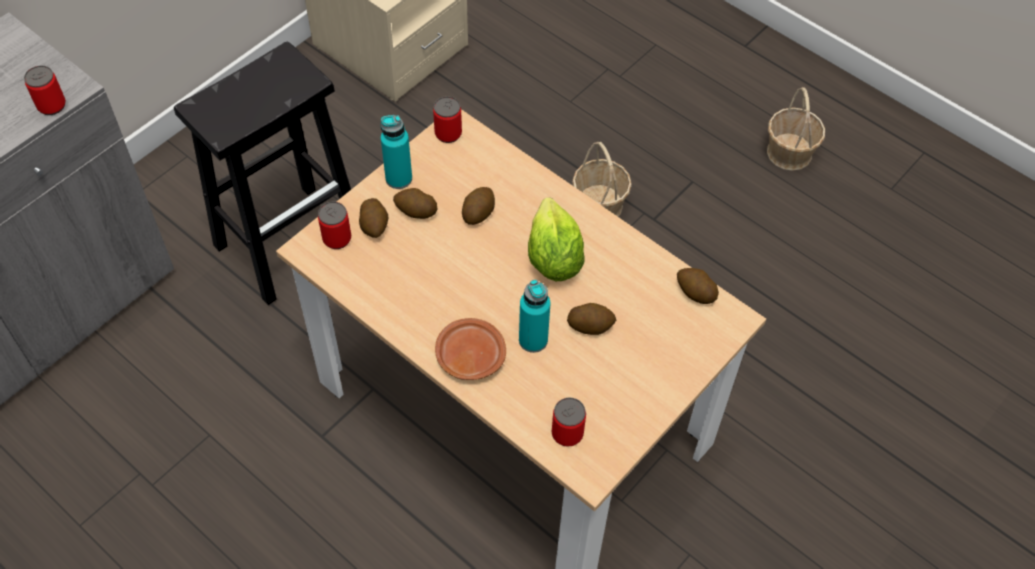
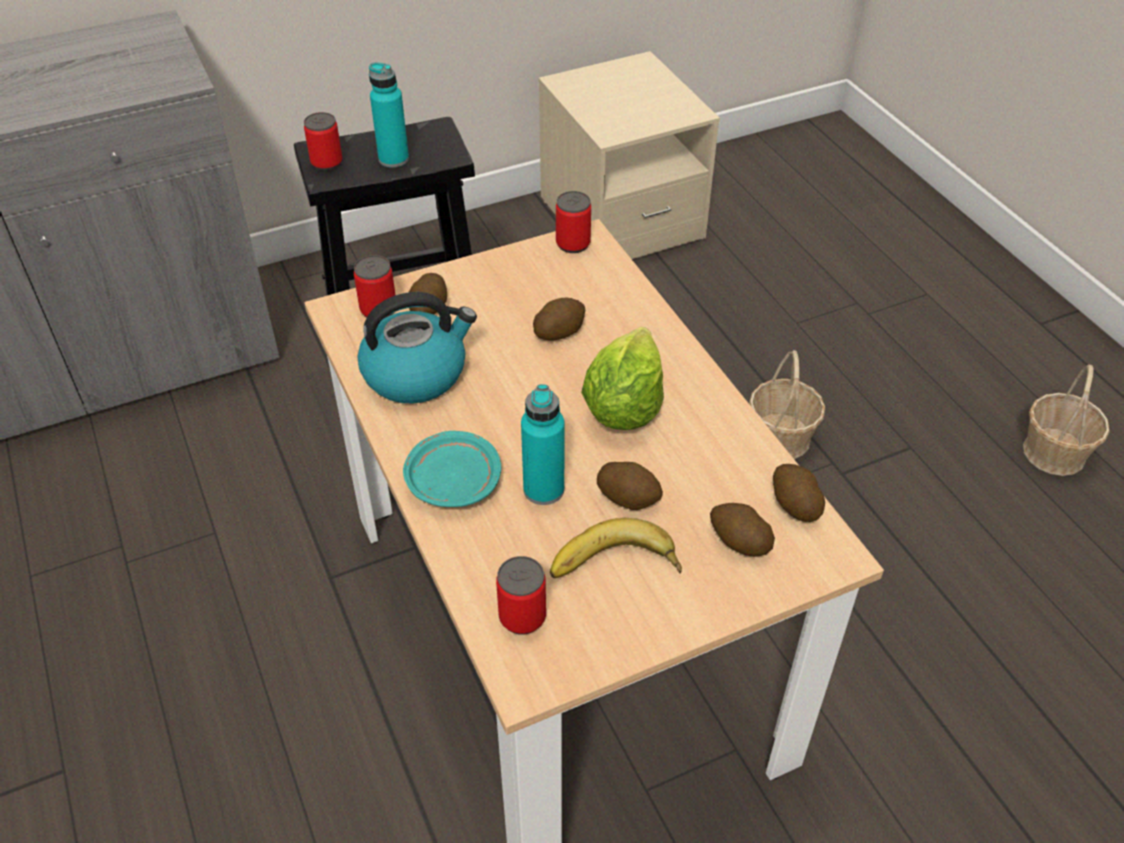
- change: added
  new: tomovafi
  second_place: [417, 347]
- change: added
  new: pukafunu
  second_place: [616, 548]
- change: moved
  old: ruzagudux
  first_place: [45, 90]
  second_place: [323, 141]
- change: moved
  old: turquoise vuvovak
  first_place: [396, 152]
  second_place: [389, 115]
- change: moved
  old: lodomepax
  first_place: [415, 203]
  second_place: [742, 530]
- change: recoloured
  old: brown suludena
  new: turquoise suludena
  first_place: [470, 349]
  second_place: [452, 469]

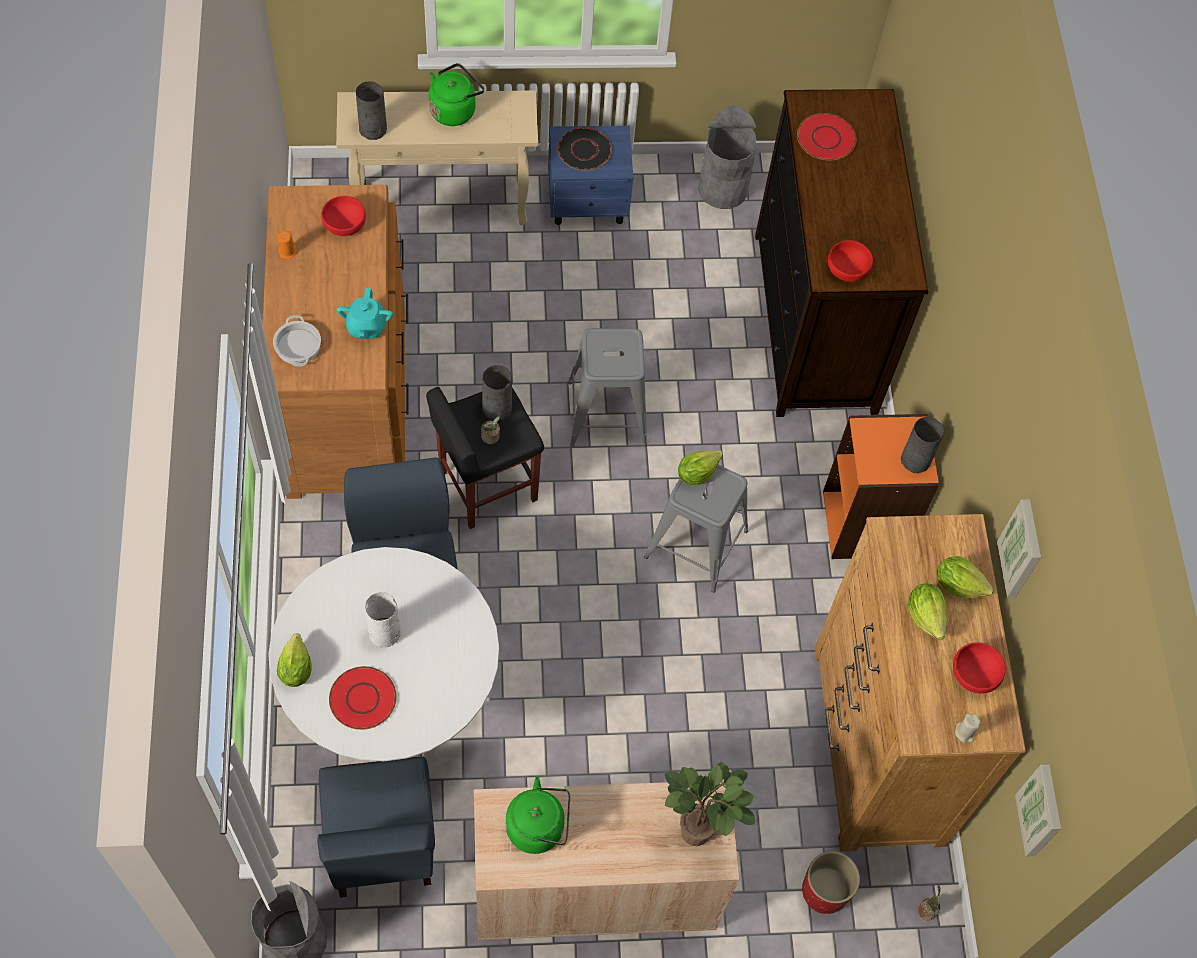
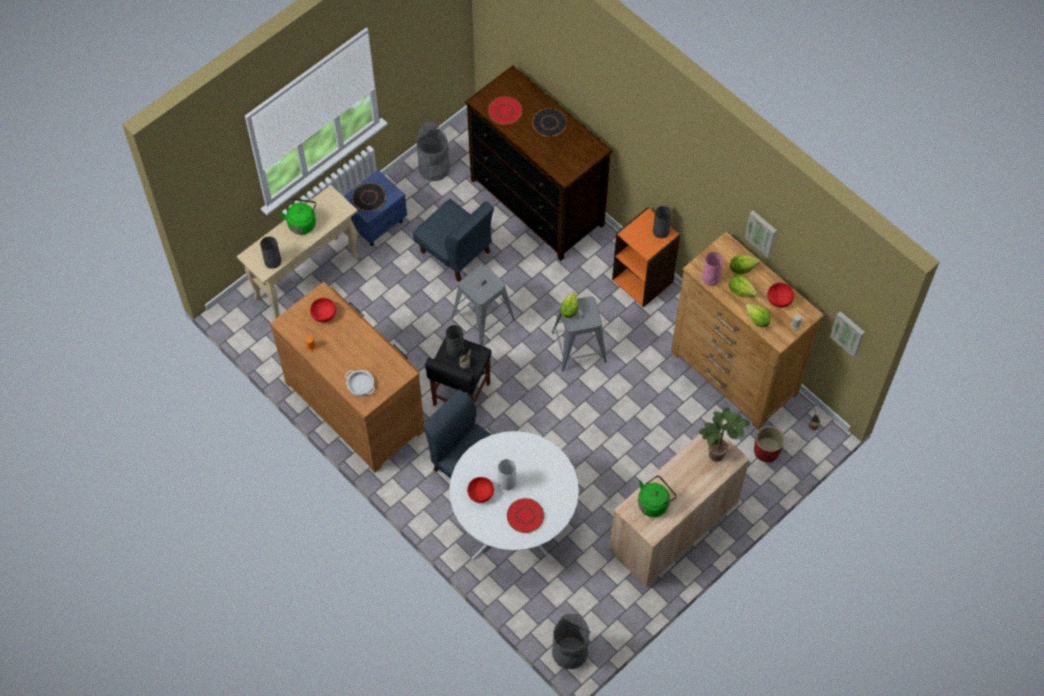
- change: removed
  old: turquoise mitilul
  first_place: [365, 313]
- change: added
  new: black suludena
  second_place: [549, 122]
- change: added
  new: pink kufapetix
  second_place: [712, 269]
- change: moved
  old: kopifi
  first_place: [294, 660]
  second_place: [758, 315]
- change: moved
  old: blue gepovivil
  first_place: [376, 827]
  second_place: [453, 240]
- change: moved
  old: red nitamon
  first_place: [850, 261]
  second_place: [480, 490]

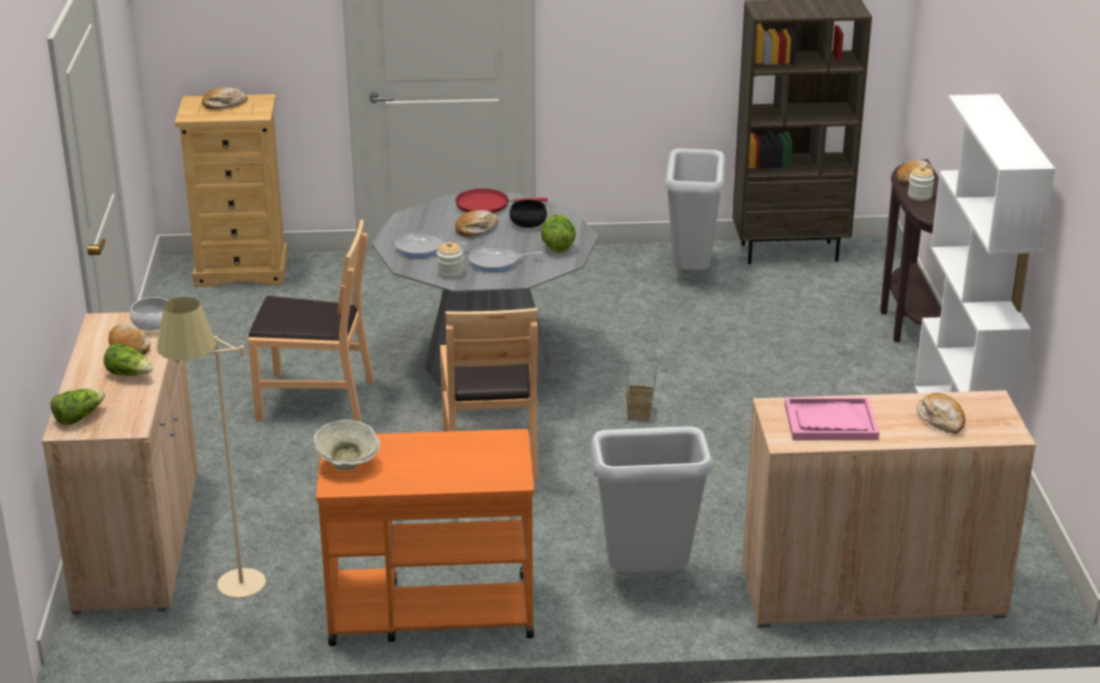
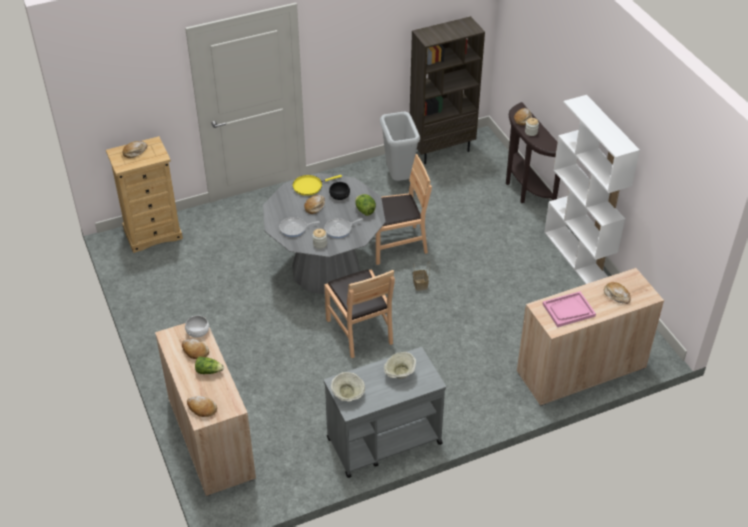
- change: removed
  old: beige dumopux
  first_place: [211, 447]
- change: removed
  old: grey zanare
  first_place: [651, 499]
- change: added
  new: beige nitamon
  second_place: [400, 365]
- change: moved
  old: brown gepovivil
  first_place: [311, 321]
  second_place: [404, 209]
- change: replaced
  old: kopifi
  new: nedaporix
  first_place: [77, 407]
  second_place: [202, 406]
- change: recoloured
  old: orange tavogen
  new: grey tavogen
  first_place: [425, 537]
  second_place: [385, 412]
- change: recoloured
  old: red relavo
  new: yellow relavo
  first_place: [501, 201]
  second_place: [317, 185]

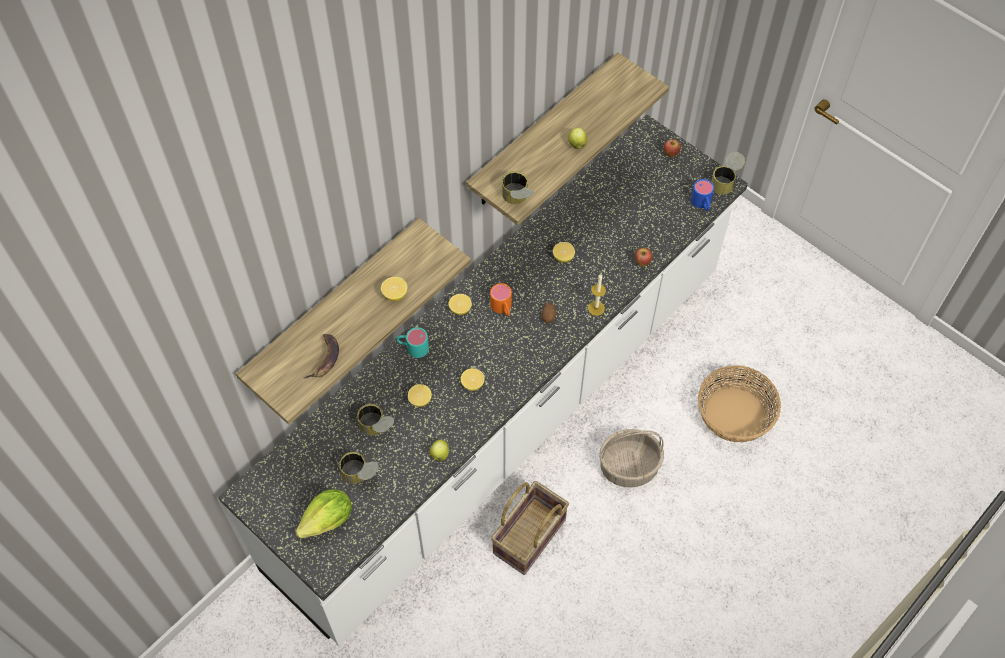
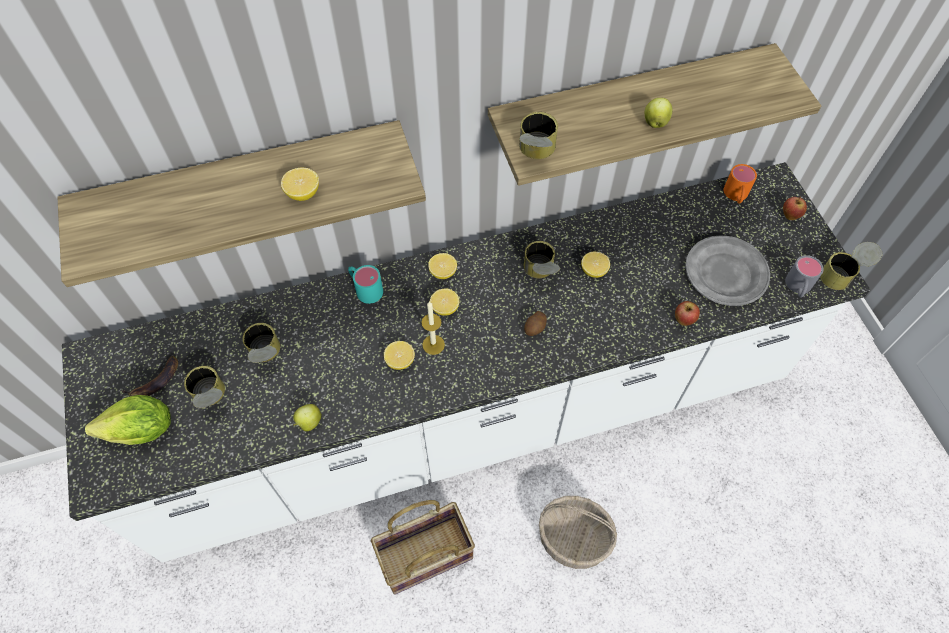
- change: removed
  old: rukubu
  first_place: [739, 403]
- change: added
  new: ruzagudux
  second_place: [542, 259]
- change: added
  new: grey suludena
  second_place: [727, 271]
- change: moved
  old: pukafunu
  first_place: [321, 356]
  second_place: [149, 375]
- change: moved
  old: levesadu
  first_place: [420, 395]
  second_place: [444, 302]
- change: moved
  old: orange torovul
  first_place: [501, 299]
  second_place: [740, 184]
- change: moved
  old: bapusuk
  first_place: [597, 295]
  second_place: [433, 328]
- change: recoloured
  old: blue torovul
  new: grey torovul
  first_place: [702, 195]
  second_place: [804, 276]

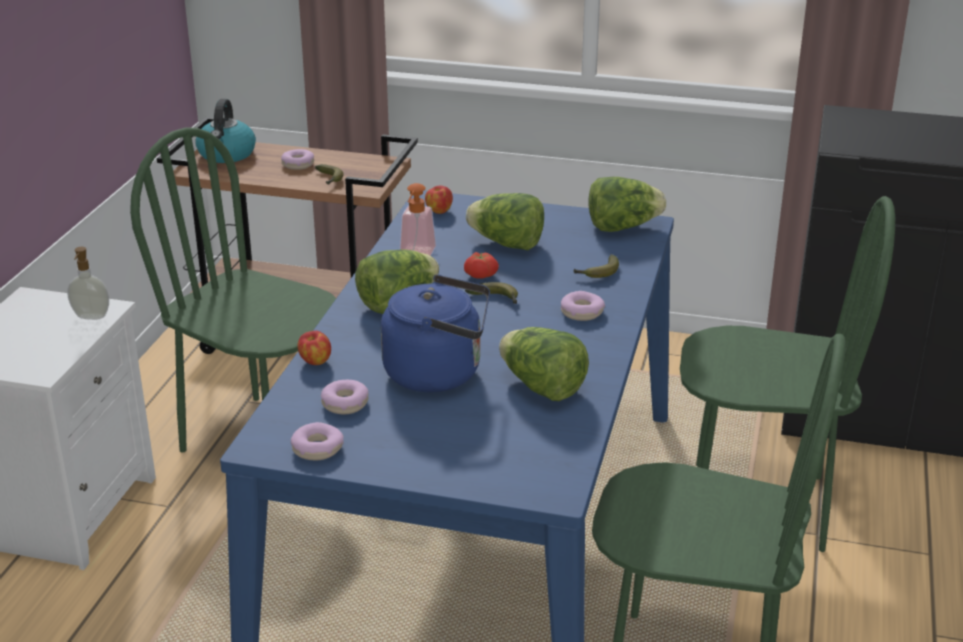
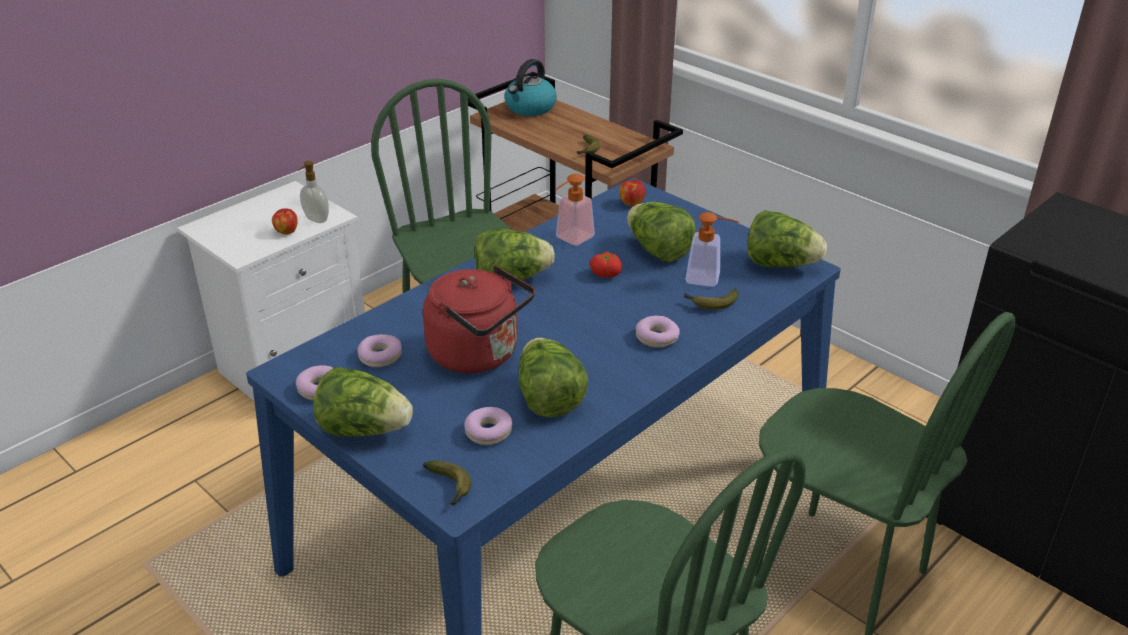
- change: added
  new: kopifi
  second_place: [363, 402]
- change: added
  new: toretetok
  second_place: [713, 249]
- change: moved
  old: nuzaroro
  first_place: [297, 159]
  second_place: [488, 426]
- change: moved
  old: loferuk
  first_place: [314, 348]
  second_place: [285, 221]
- change: moved
  old: pukafunu
  first_place: [491, 293]
  second_place: [447, 483]
- change: recoloured
  old: blue tomovafi
  new: red tomovafi
  first_place: [435, 334]
  second_place: [479, 319]

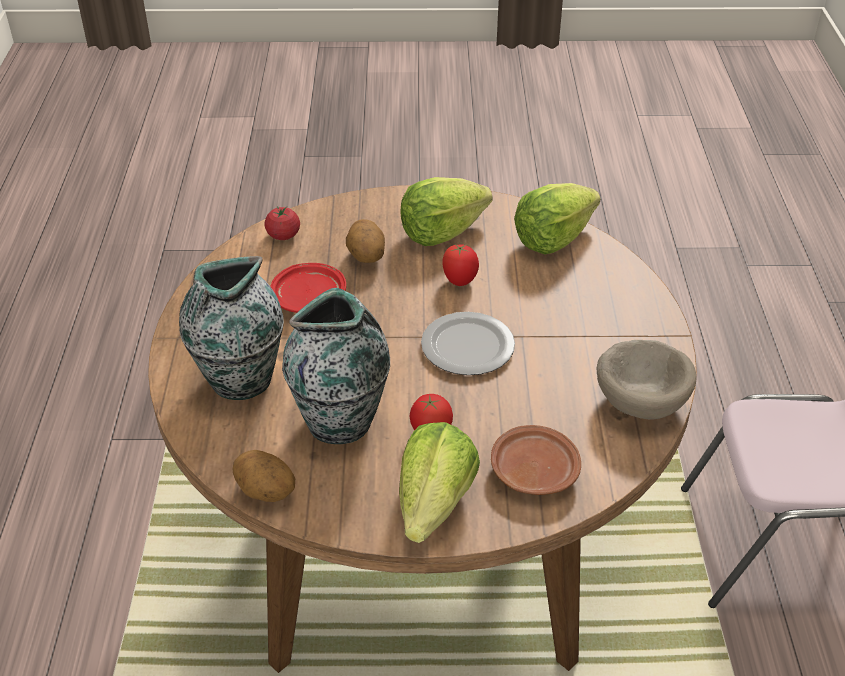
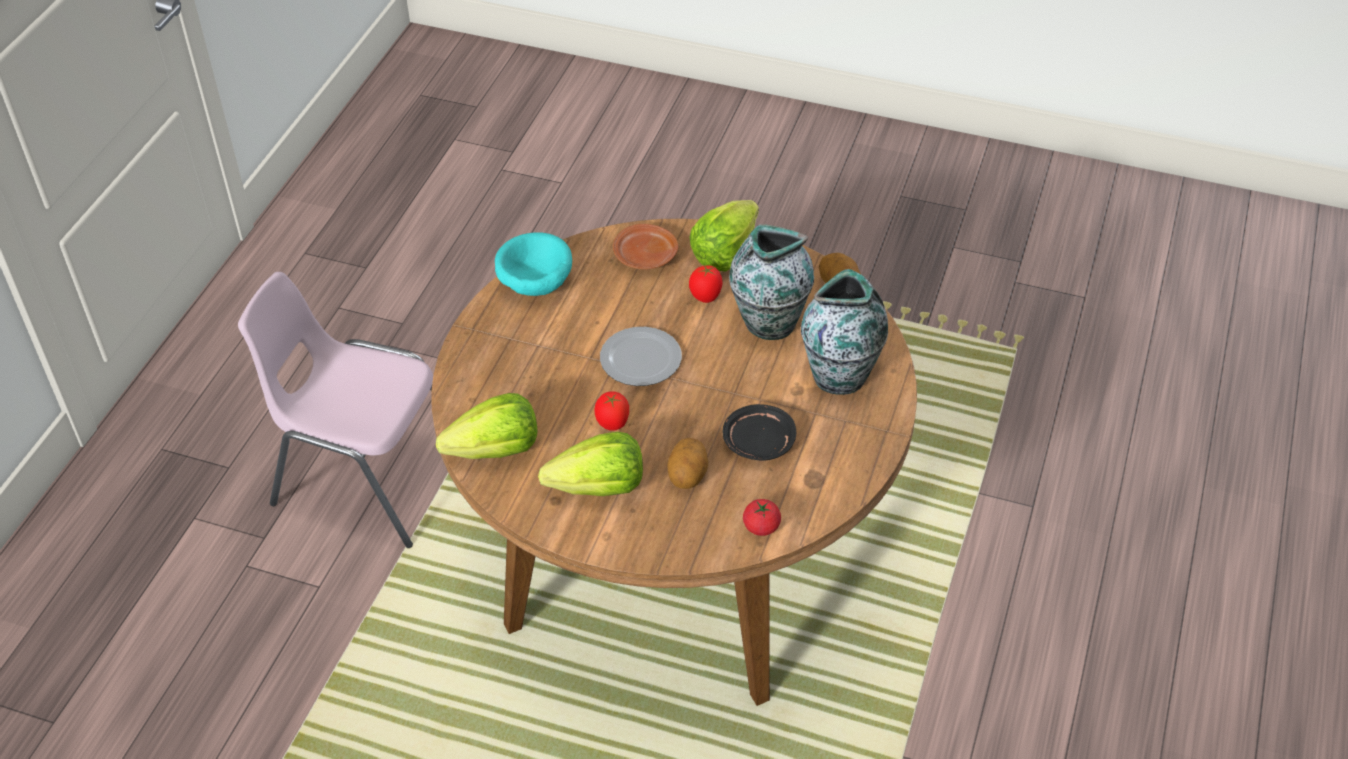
- change: recoloured
  old: red suludena
  new: black suludena
  first_place: [308, 288]
  second_place: [759, 432]
- change: recoloured
  old: beige nitamon
  new: turquoise nitamon
  first_place: [646, 379]
  second_place: [533, 264]

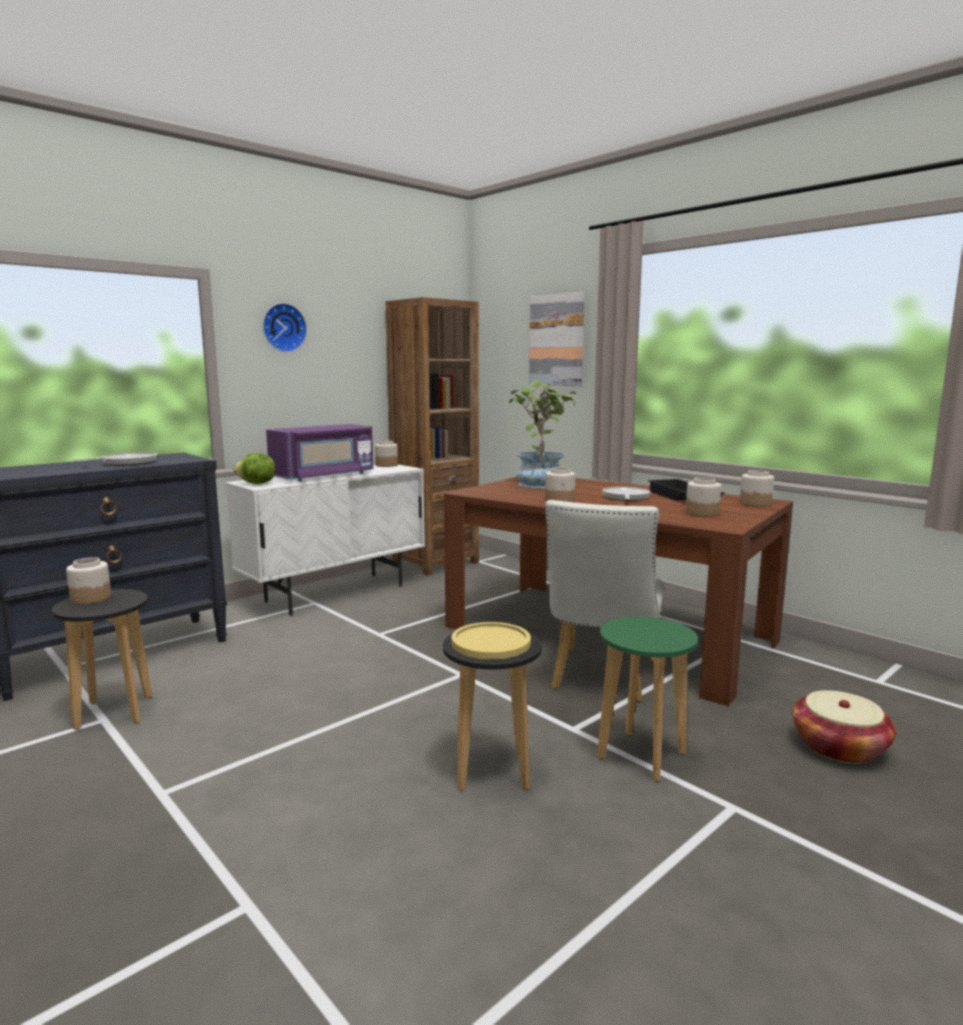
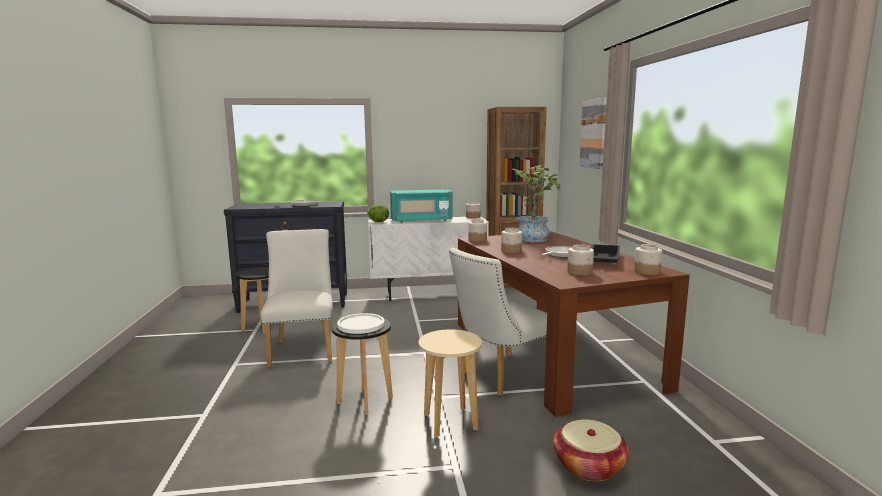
- change: removed
  old: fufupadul
  first_place: [285, 327]
- change: added
  new: white gepovivil
  second_place: [297, 298]
- change: moved
  old: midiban
  first_place: [88, 580]
  second_place: [477, 230]
- change: recoloured
  old: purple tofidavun
  new: turquoise tofidavun
  first_place: [320, 453]
  second_place: [421, 206]
- change: recoloured
  old: yellow suludena
  new: white suludena
  first_place: [491, 640]
  second_place: [361, 323]
- change: recoloured
  old: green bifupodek
  new: beige bifupodek
  first_place: [647, 699]
  second_place: [450, 383]

